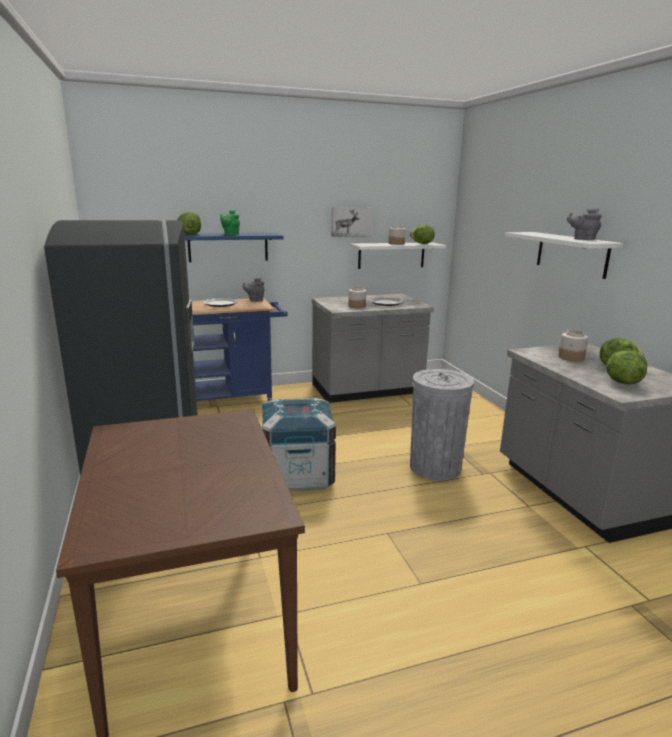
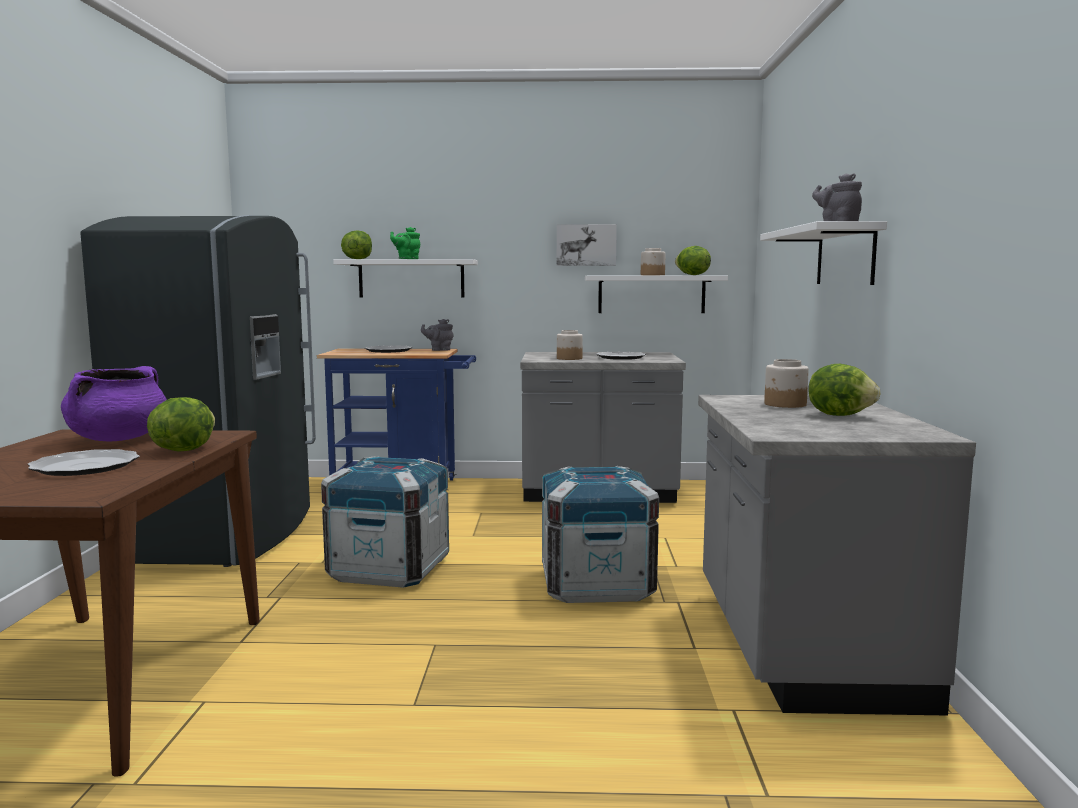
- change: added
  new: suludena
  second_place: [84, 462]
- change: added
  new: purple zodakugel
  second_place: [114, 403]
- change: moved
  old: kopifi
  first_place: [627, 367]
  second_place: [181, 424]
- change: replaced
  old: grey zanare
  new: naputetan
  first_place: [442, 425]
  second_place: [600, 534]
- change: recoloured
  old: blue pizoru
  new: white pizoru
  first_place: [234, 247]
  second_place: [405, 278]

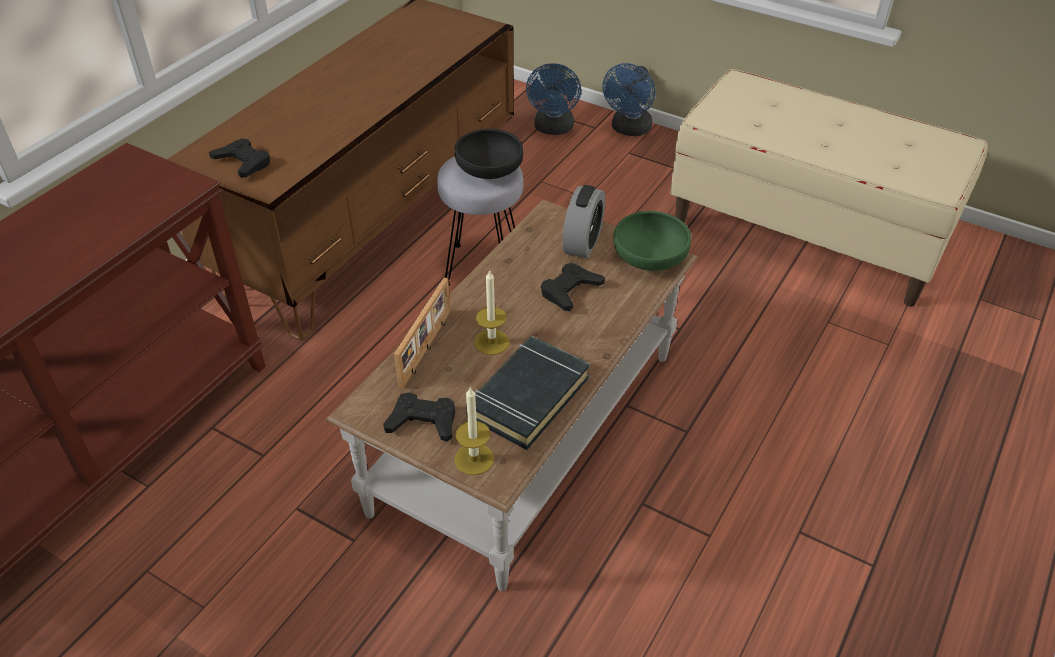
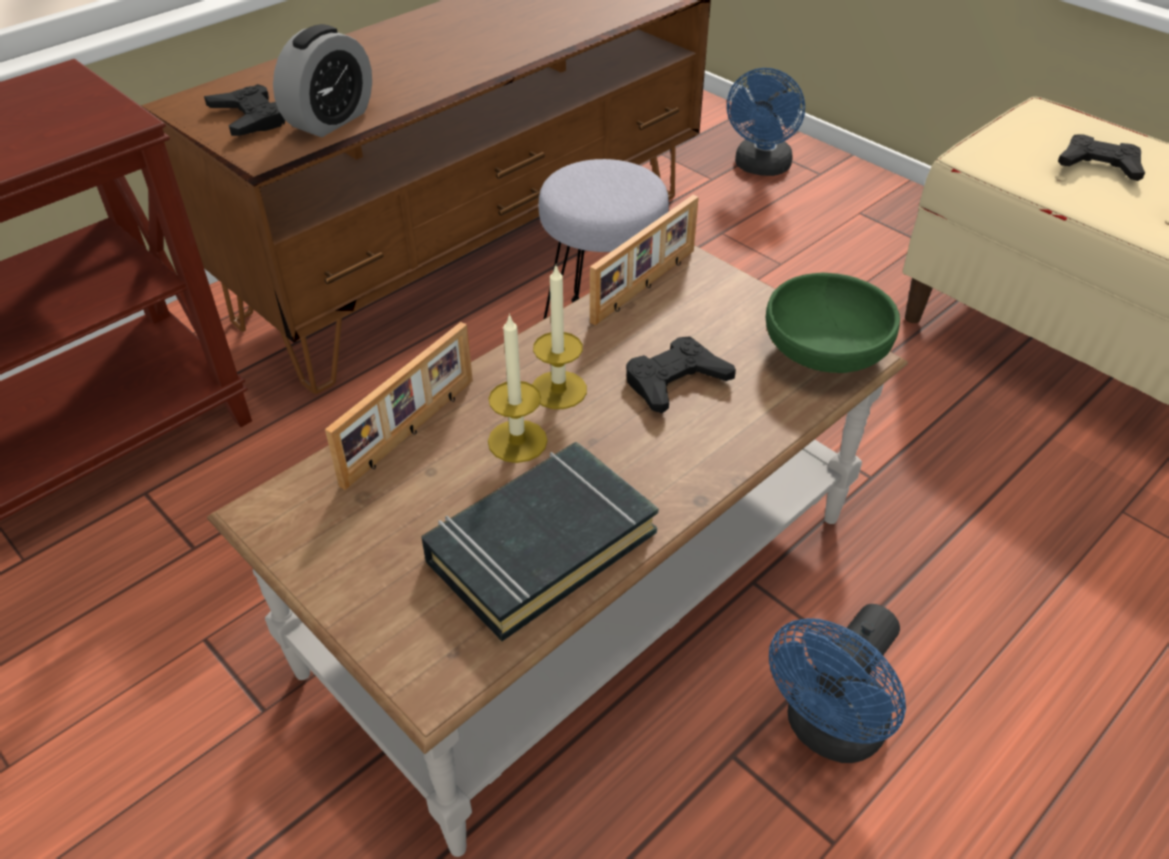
- change: removed
  old: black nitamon
  first_place: [489, 154]
- change: added
  new: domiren
  second_place: [644, 260]
- change: moved
  old: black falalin
  first_place: [419, 417]
  second_place: [1101, 158]
- change: moved
  old: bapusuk
  first_place: [474, 430]
  second_place: [559, 337]
- change: moved
  old: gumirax
  first_place: [583, 221]
  second_place: [322, 80]
- change: moved
  old: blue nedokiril
  first_place: [628, 99]
  second_place: [837, 683]

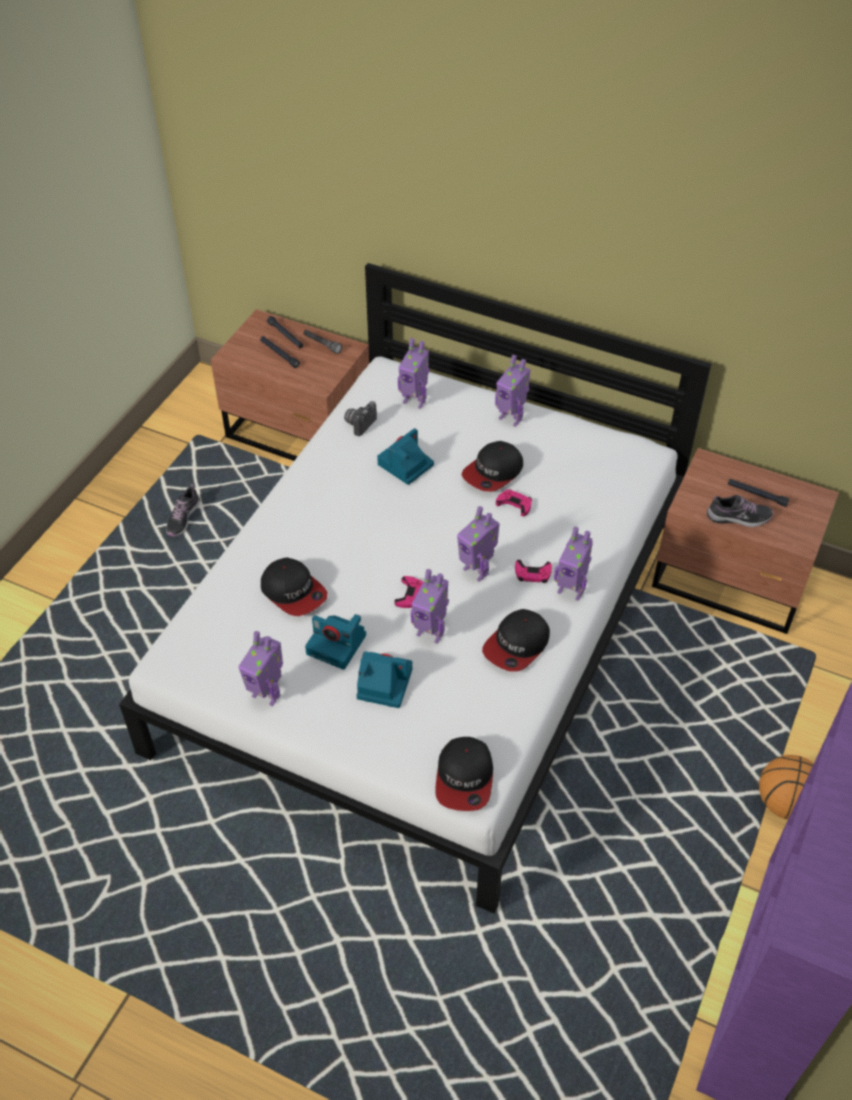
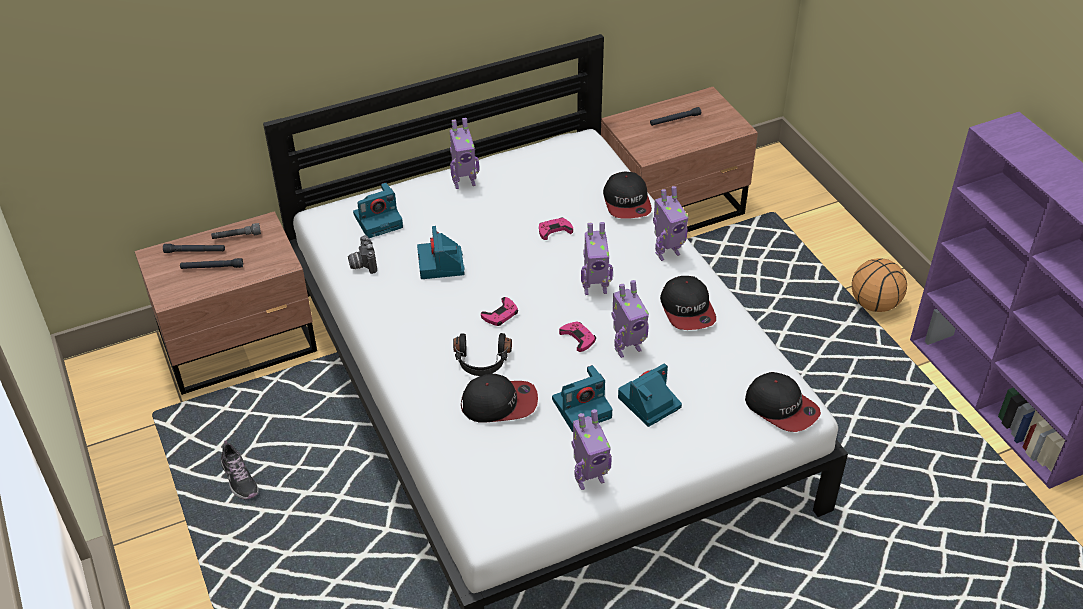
- change: removed
  old: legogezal
  first_place: [740, 511]
- change: added
  new: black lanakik
  second_place: [482, 354]
- change: moved
  old: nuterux
  first_place: [492, 466]
  second_place: [627, 195]
- change: moved
  old: pink falalin
  first_place: [533, 571]
  second_place: [499, 311]
- change: replaced
  old: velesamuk
  new: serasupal
  first_place: [414, 373]
  second_place: [378, 210]

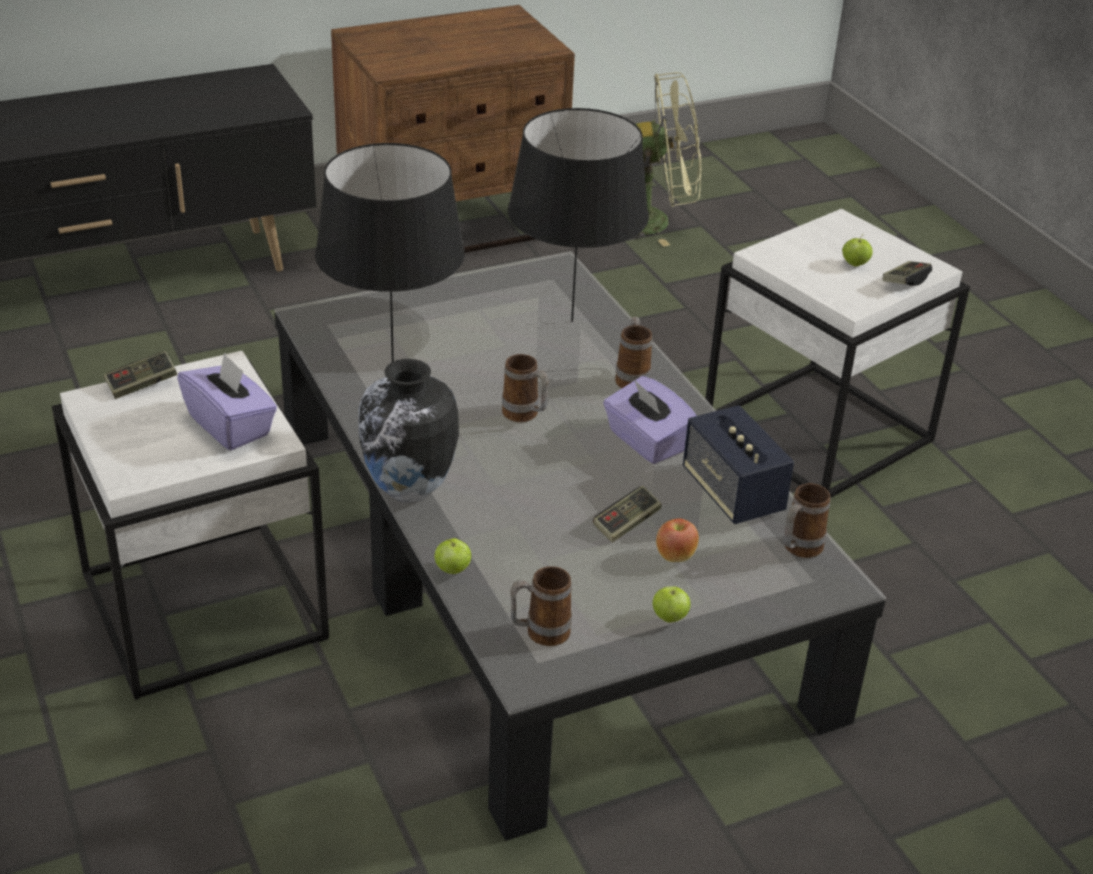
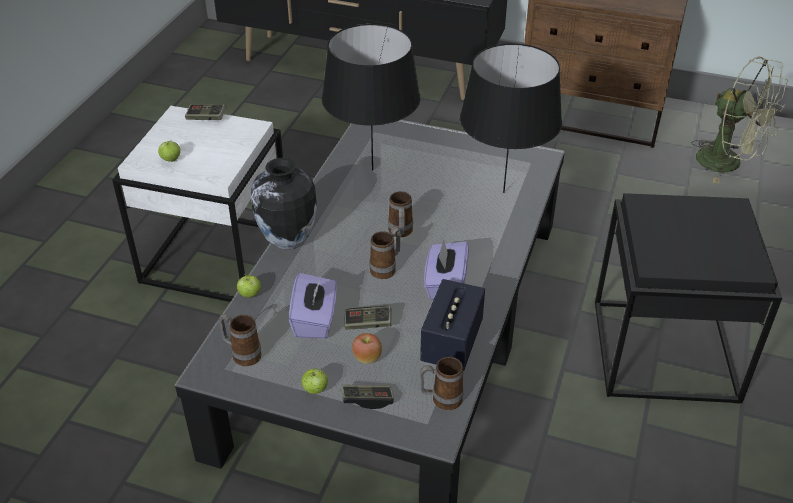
- change: moved
  old: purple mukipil
  first_place: [227, 401]
  second_place: [313, 306]
- change: moved
  old: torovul
  first_place: [634, 352]
  second_place: [385, 253]
- change: moved
  old: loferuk
  first_place: [857, 250]
  second_place: [169, 151]
- change: moved
  old: falalin
  first_place: [907, 273]
  second_place: [367, 397]
- change: recoloured
  old: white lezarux
  new: black lezarux
  first_place: [837, 353]
  second_place: [688, 298]

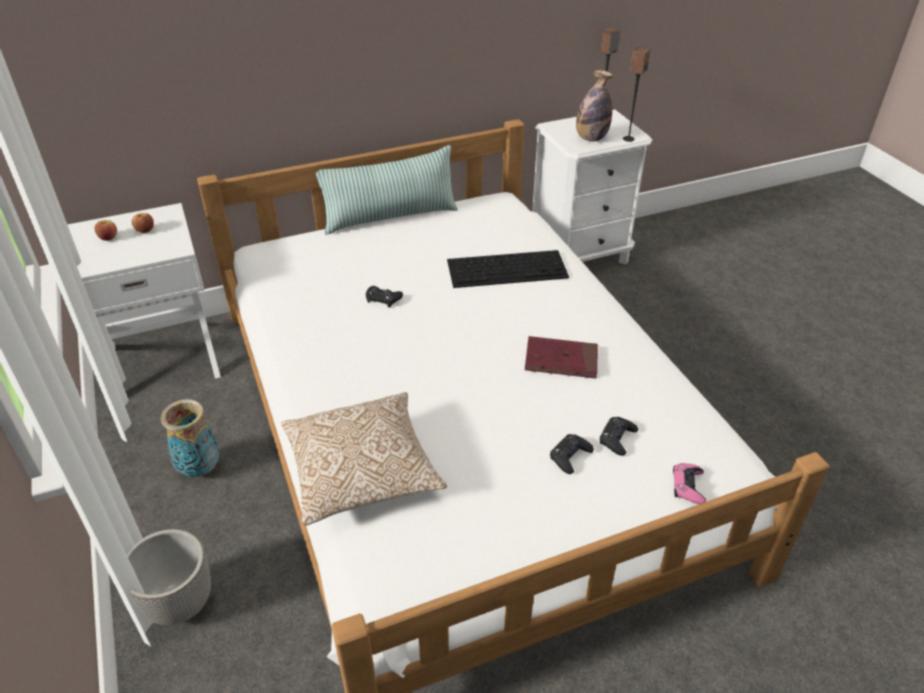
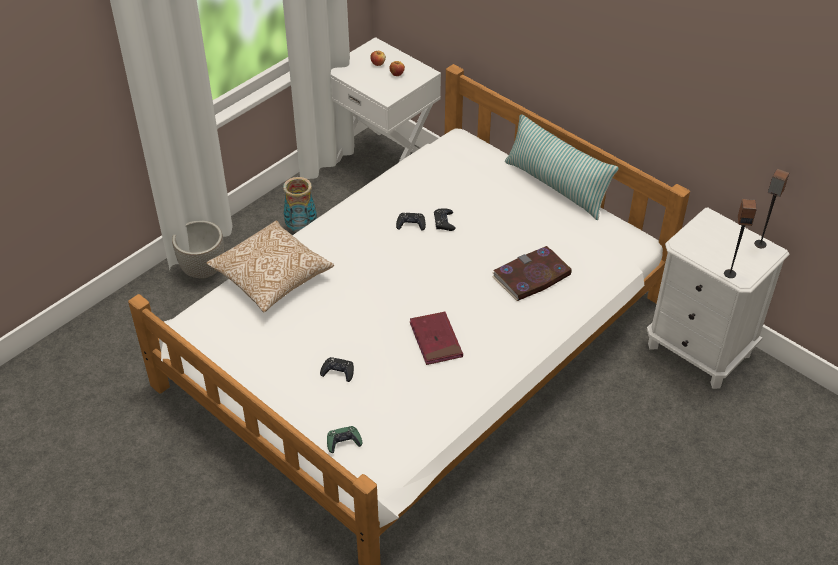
- change: removed
  old: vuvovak
  first_place: [594, 105]
- change: moved
  old: black falalin
  first_place: [619, 436]
  second_place: [411, 222]
- change: replaced
  old: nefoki
  new: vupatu
  first_place: [508, 269]
  second_place: [532, 273]
- change: recoloured
  old: pink falalin
  new: green falalin
  first_place: [689, 483]
  second_place: [344, 439]

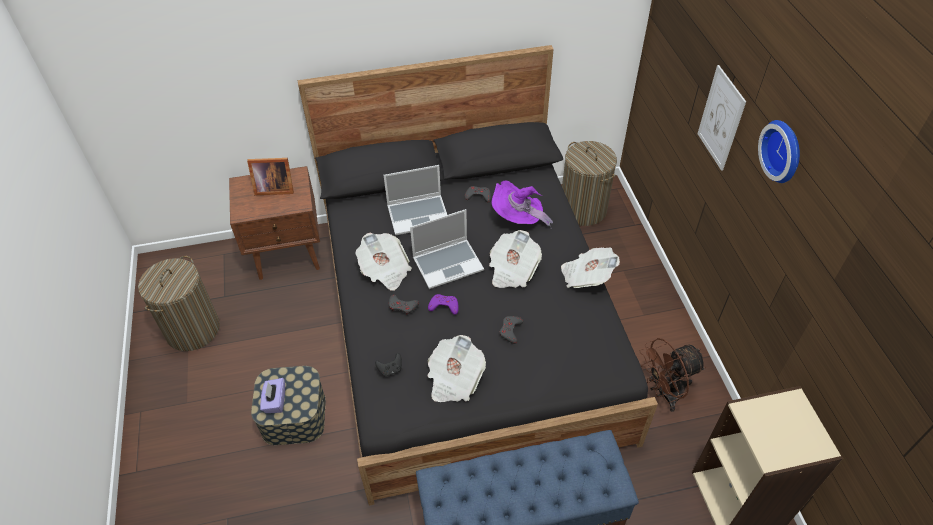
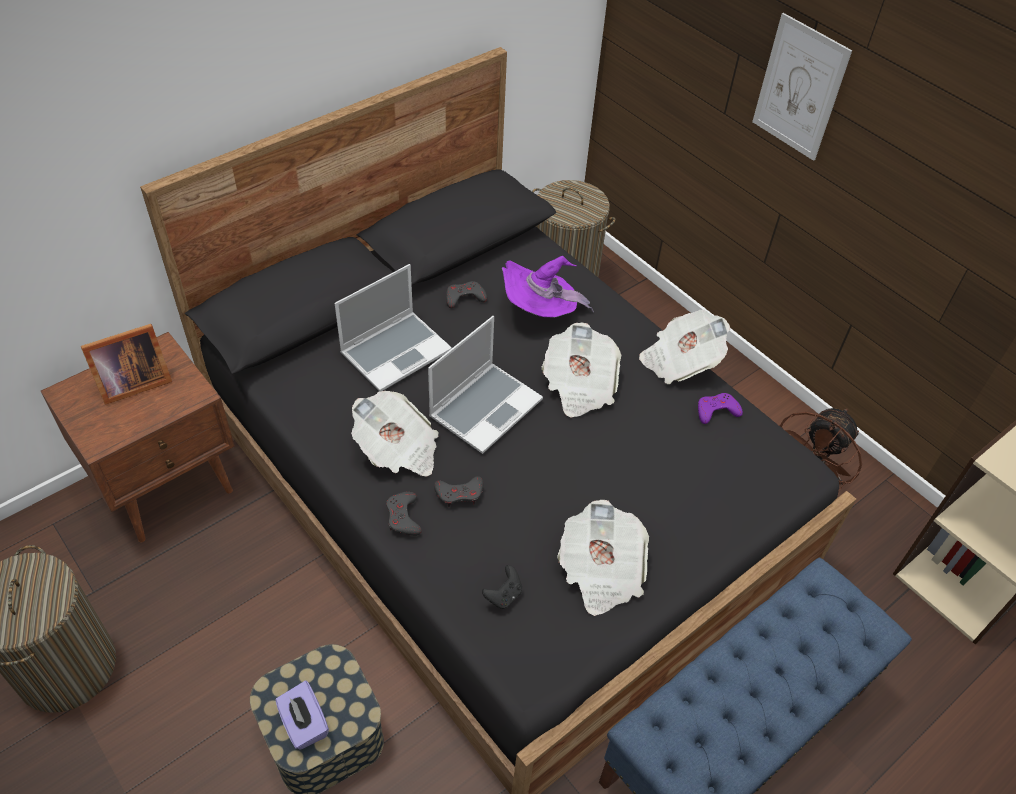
- change: removed
  old: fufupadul
  first_place: [779, 151]
- change: moved
  old: purple falalin
  first_place: [443, 304]
  second_place: [720, 408]
- change: moved
  old: grey falalin
  first_place: [511, 330]
  second_place: [404, 513]

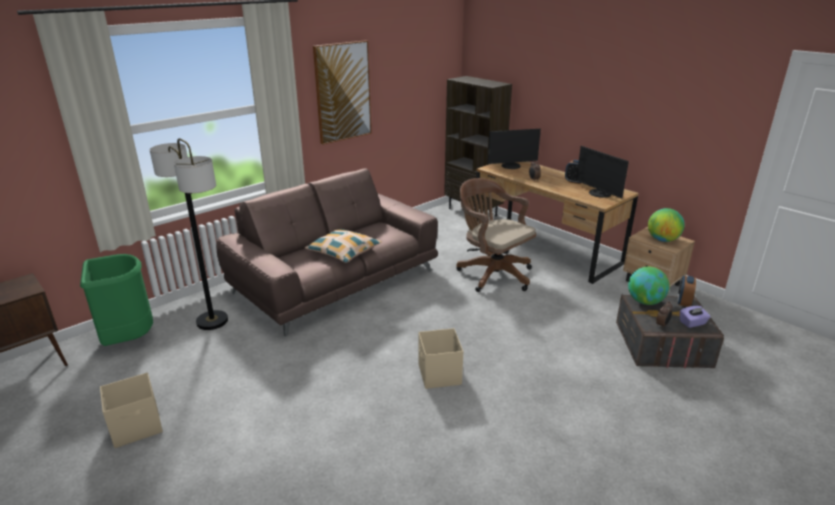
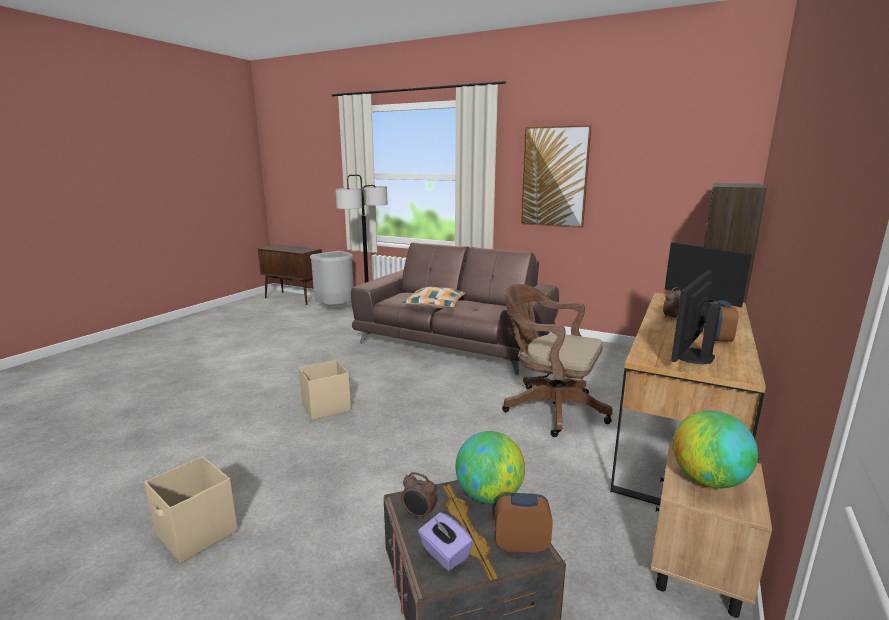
- change: moved
  old: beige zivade
  first_place: [131, 410]
  second_place: [191, 509]
- change: recoloured
  old: green zanare
  new: grey zanare
  first_place: [116, 300]
  second_place: [332, 278]
- change: turned
  old: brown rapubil
  first_place: [496, 235]
  second_place: [557, 360]
  degrees: -90

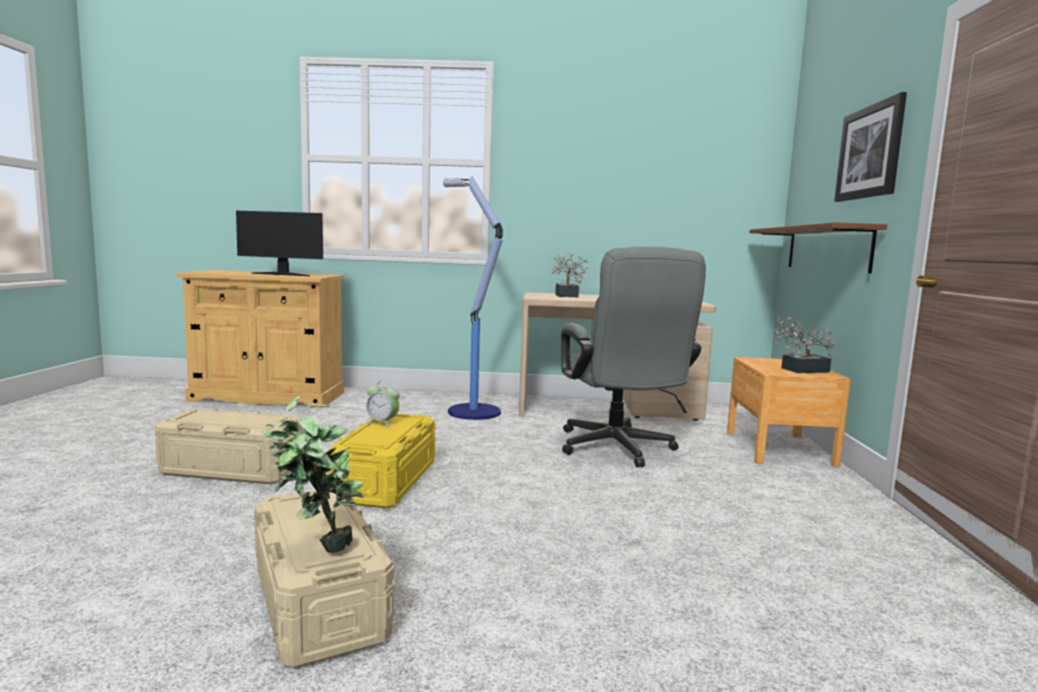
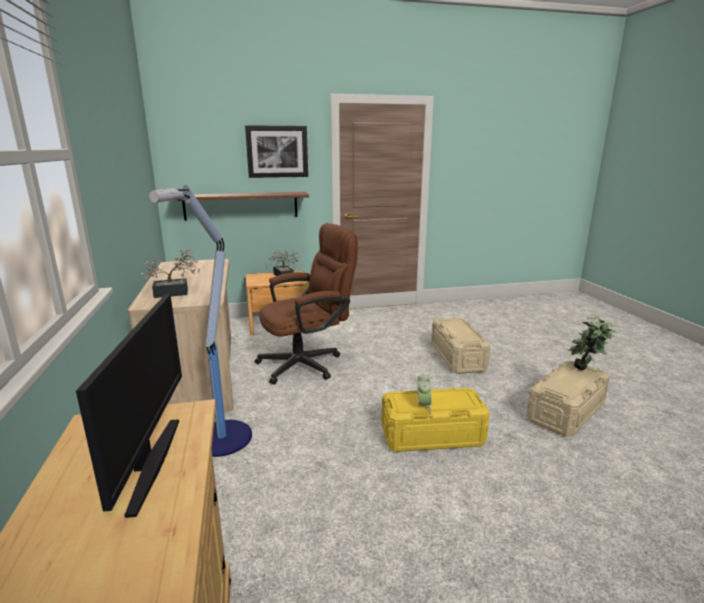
- change: moved
  old: beige zivade
  first_place: [229, 446]
  second_place: [461, 345]
- change: recoloured
  old: grey rapubil
  new: brown rapubil
  first_place: [633, 356]
  second_place: [306, 303]

